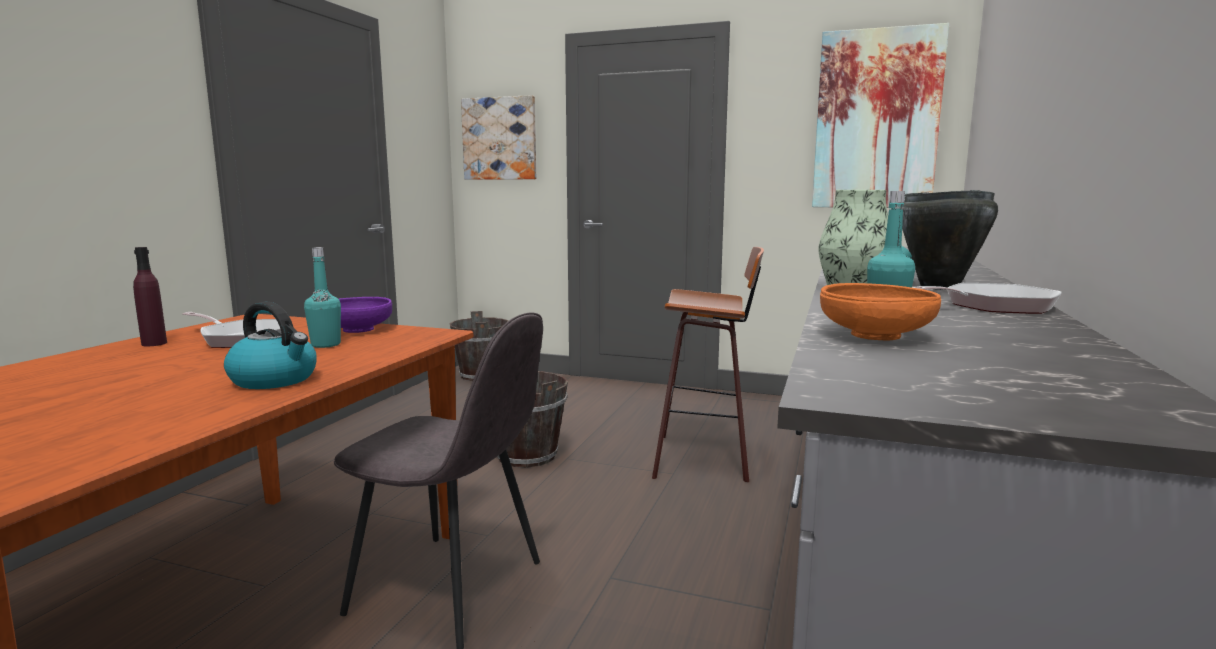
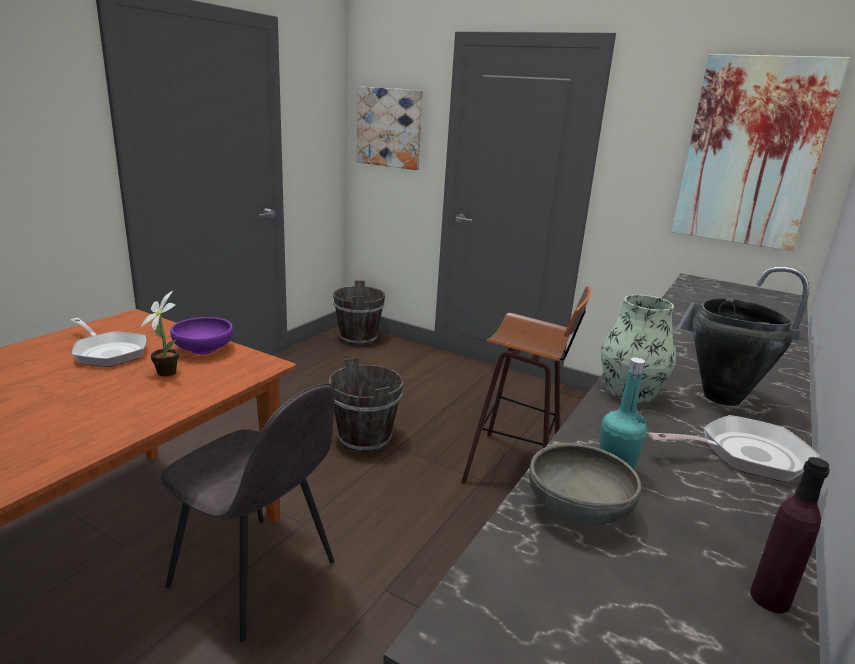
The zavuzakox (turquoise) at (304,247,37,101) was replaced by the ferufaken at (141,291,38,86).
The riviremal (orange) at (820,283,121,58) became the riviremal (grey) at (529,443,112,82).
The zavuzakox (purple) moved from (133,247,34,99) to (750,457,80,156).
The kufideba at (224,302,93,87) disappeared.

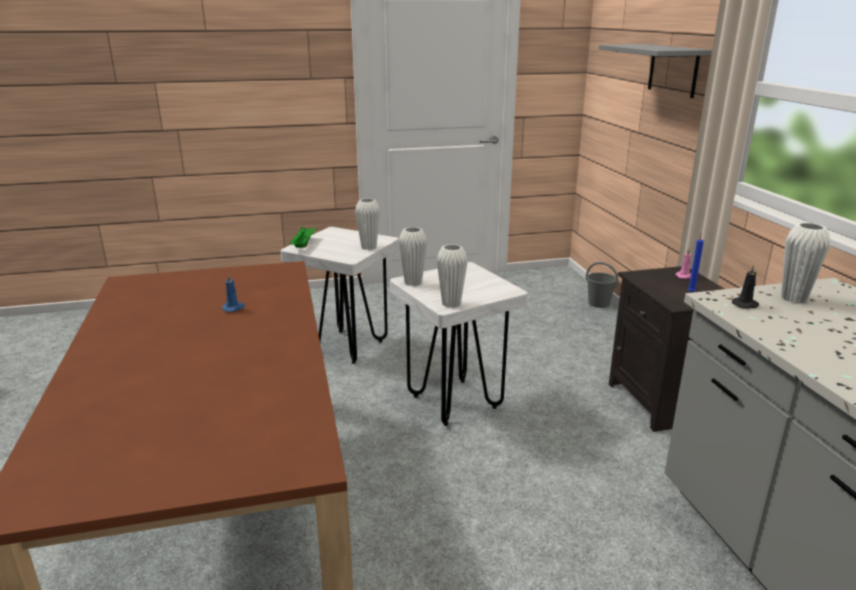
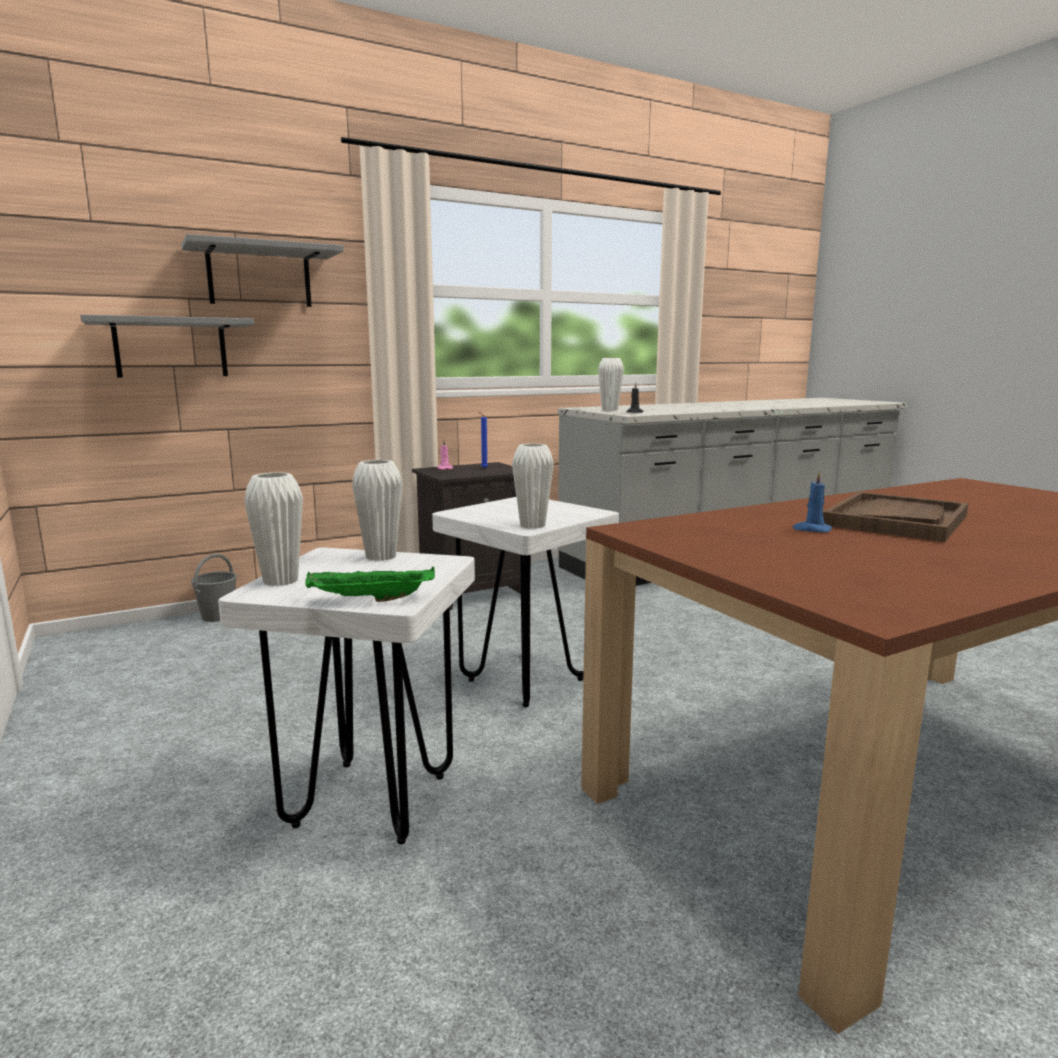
The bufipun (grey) at (80,314,174,64) appeared.
The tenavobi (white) moved from (437,244,31,64) to (244,472,59,114).
The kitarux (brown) at (823,492,146,50) appeared.

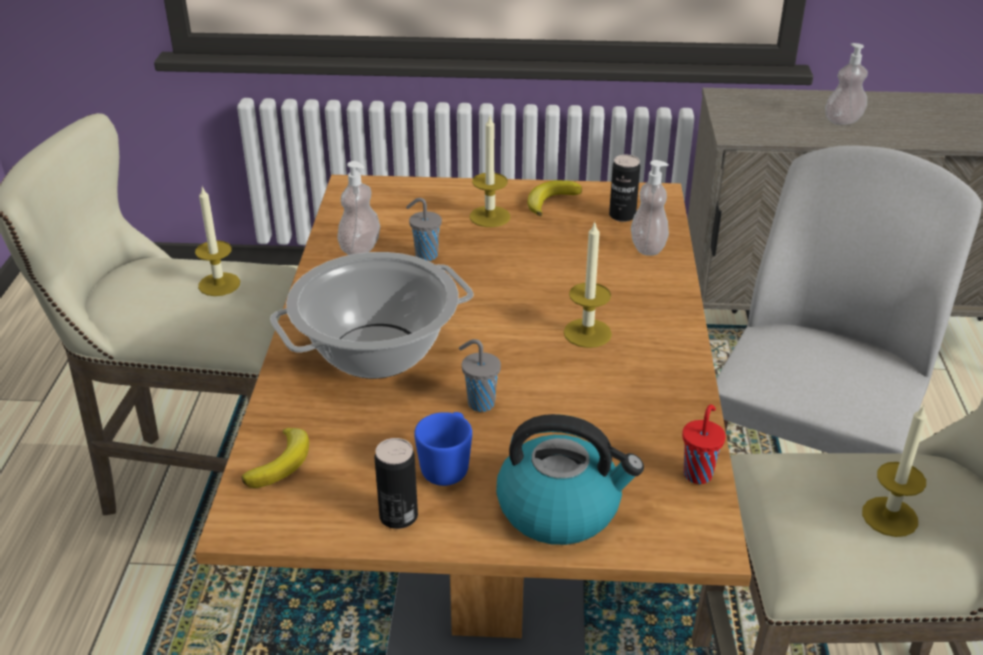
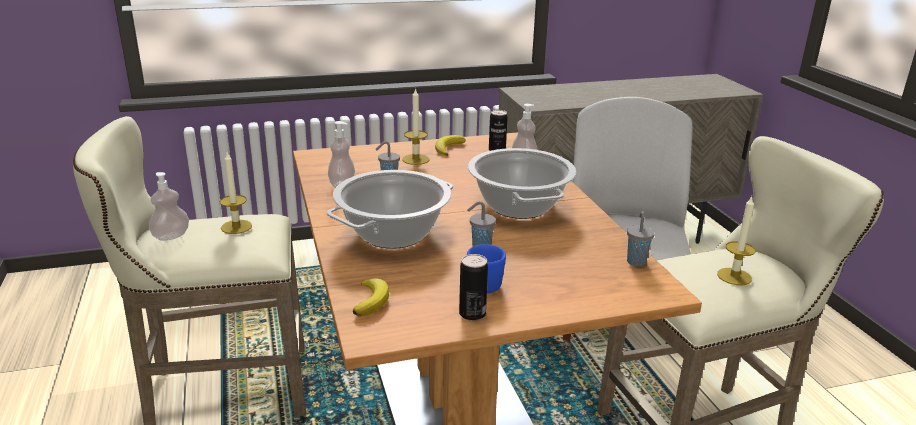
The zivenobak moved from (825,43,43,82) to (149,172,40,69).
The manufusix at (563,222,49,126) was replaced by the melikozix at (468,148,108,71).
The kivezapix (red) at (682,404,44,80) became the kivezapix (grey) at (627,211,28,55).
The kufideba at (496,414,148,131) disappeared.

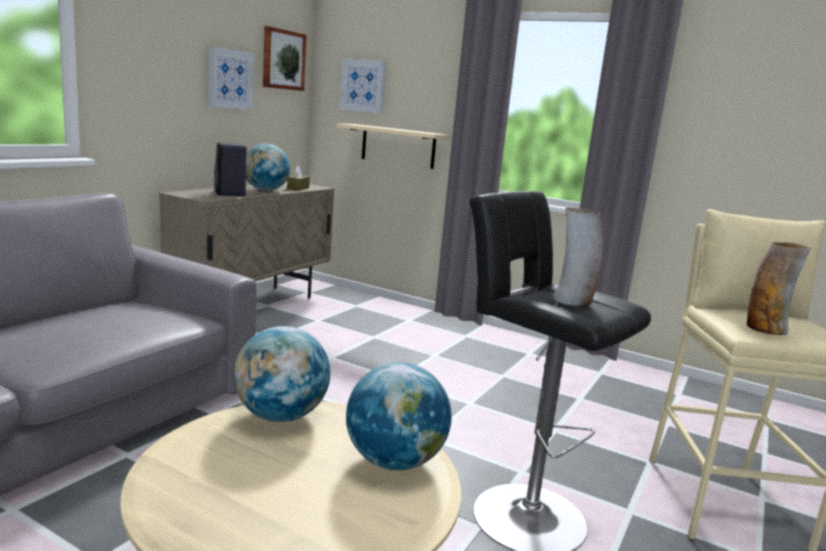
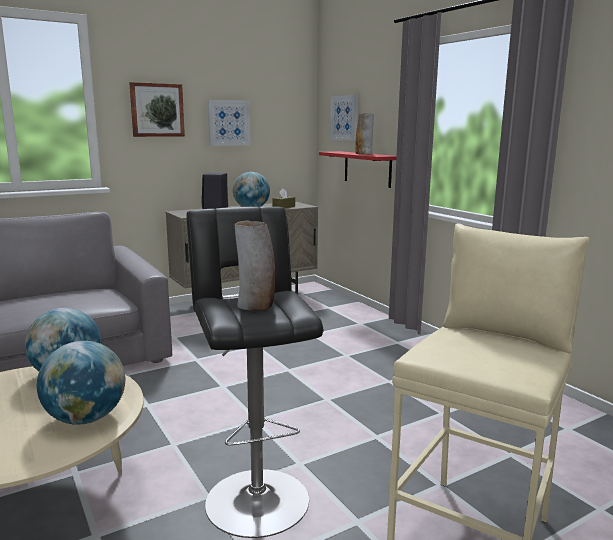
The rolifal moved from (263,26,44,65) to (129,82,56,55).
The bufipun (beige) at (337,123,111,46) became the bufipun (red) at (319,151,77,37).
The tenavobi moved from (747,242,64,93) to (355,113,19,41).

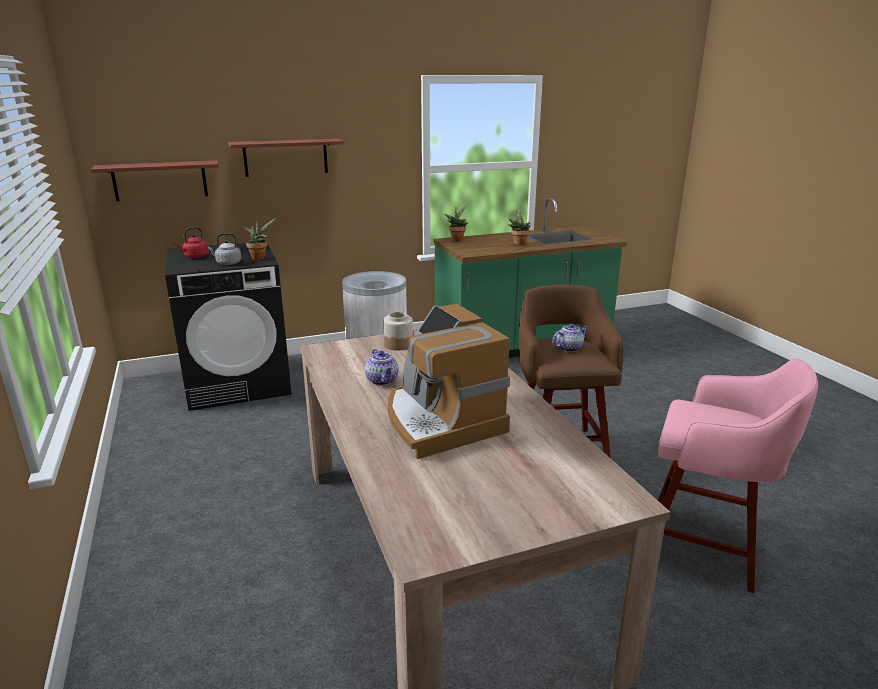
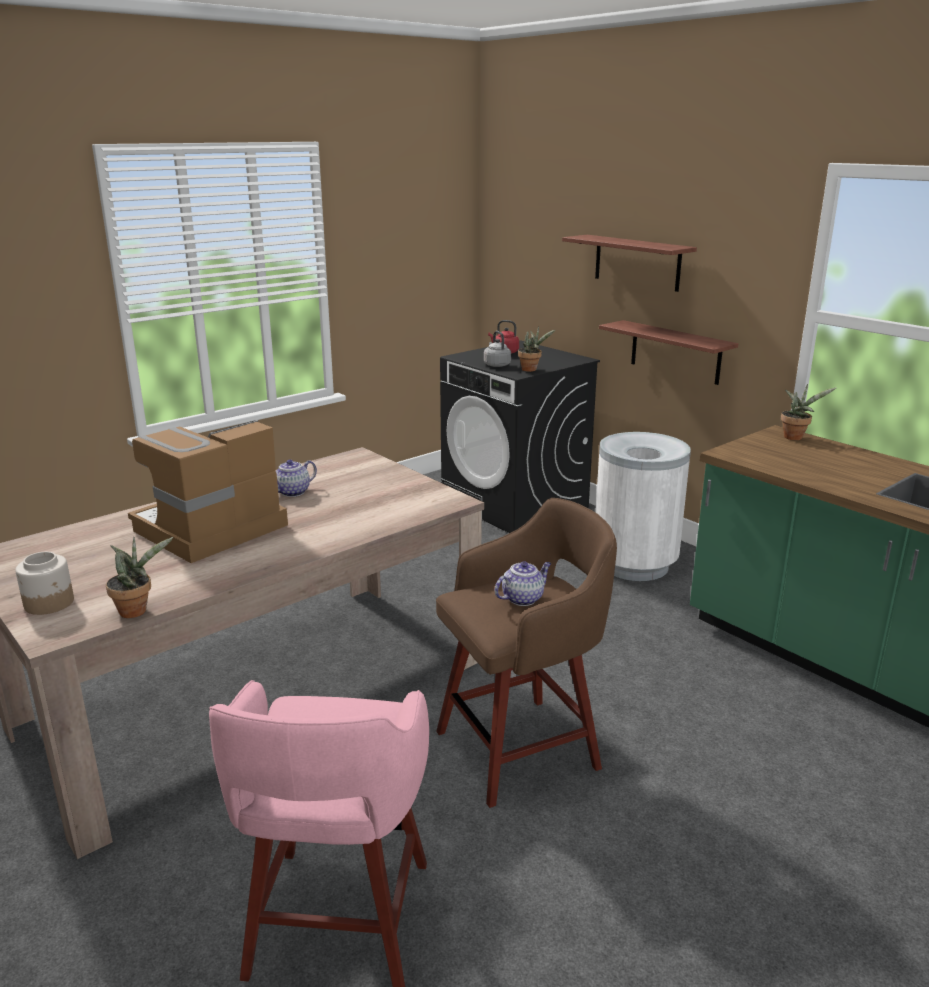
The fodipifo moved from (383,312,30,38) to (15,552,59,63).
The ferufaken moved from (508,208,23,37) to (106,537,67,81).
The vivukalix at (552,323,36,29) turned 75 degrees counterclockwise.
The bufipun moved from (90,160,129,41) to (599,320,139,65).

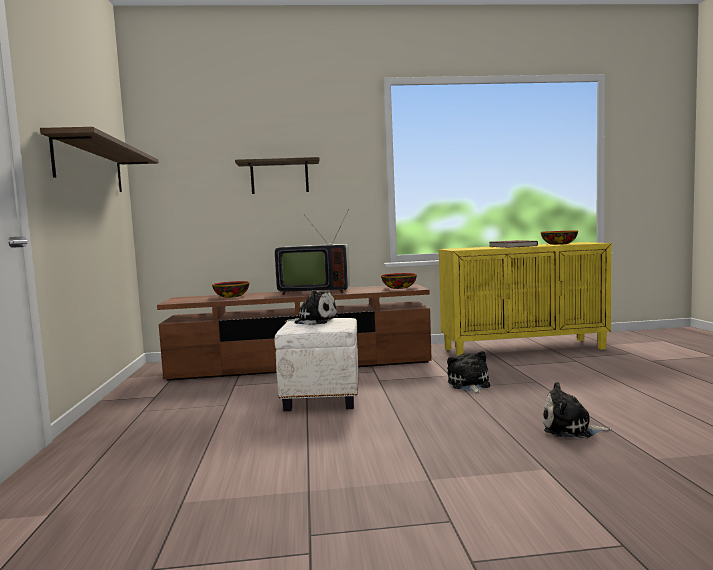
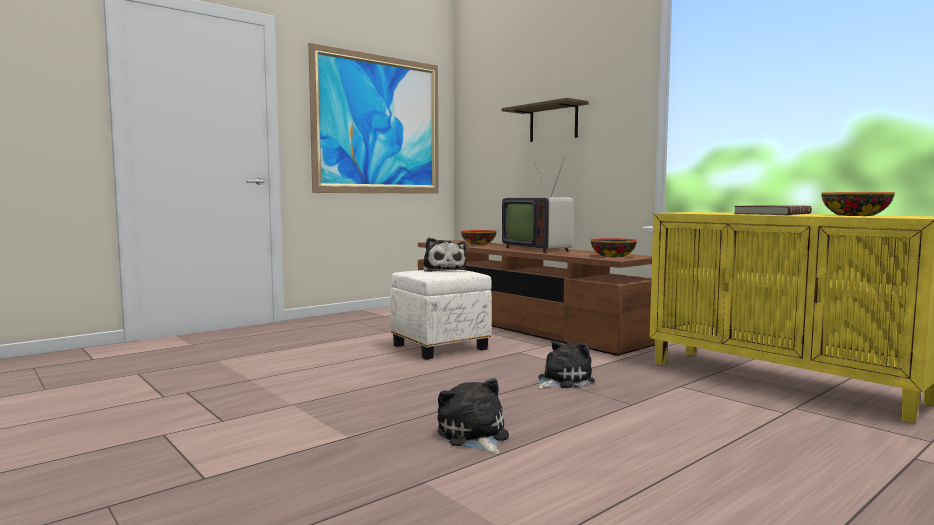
The bufipun at (40,127,119,65) was replaced by the rolifal at (308,43,131,151).

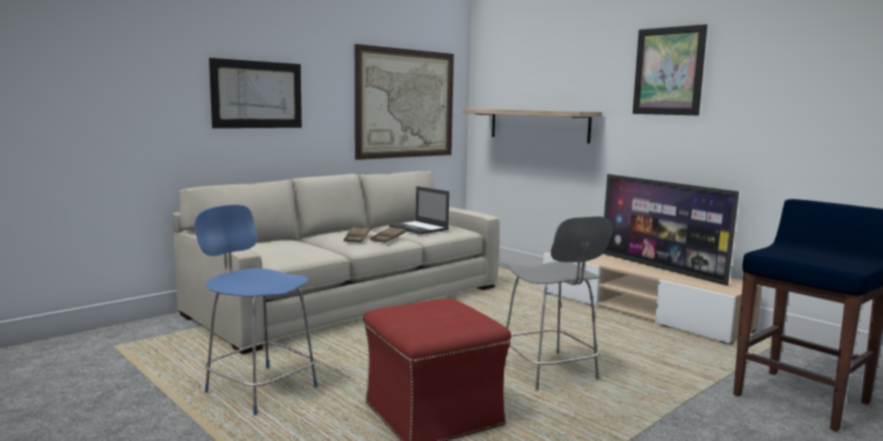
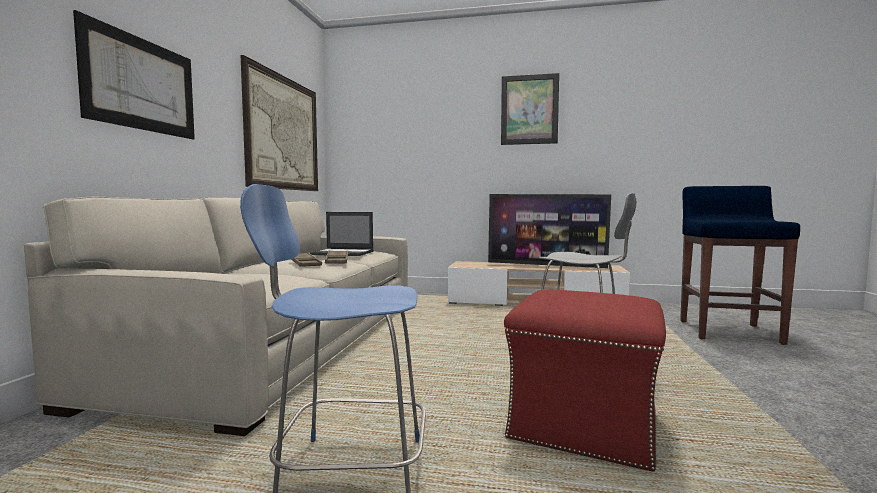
The bufipun at (463,109,139,34) disappeared.

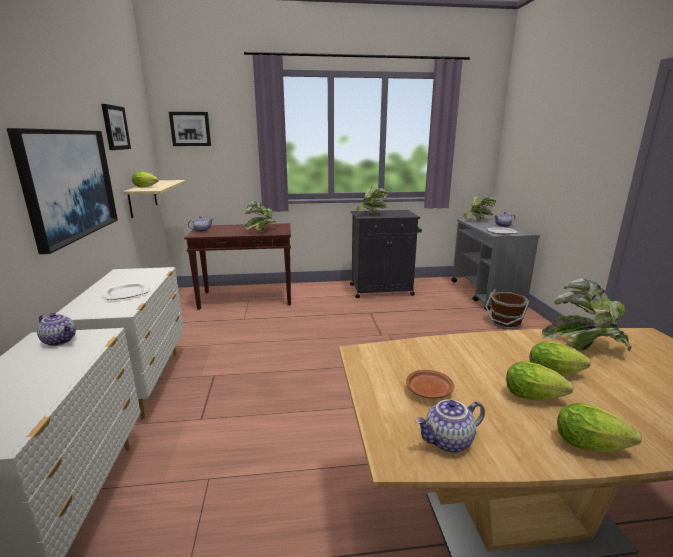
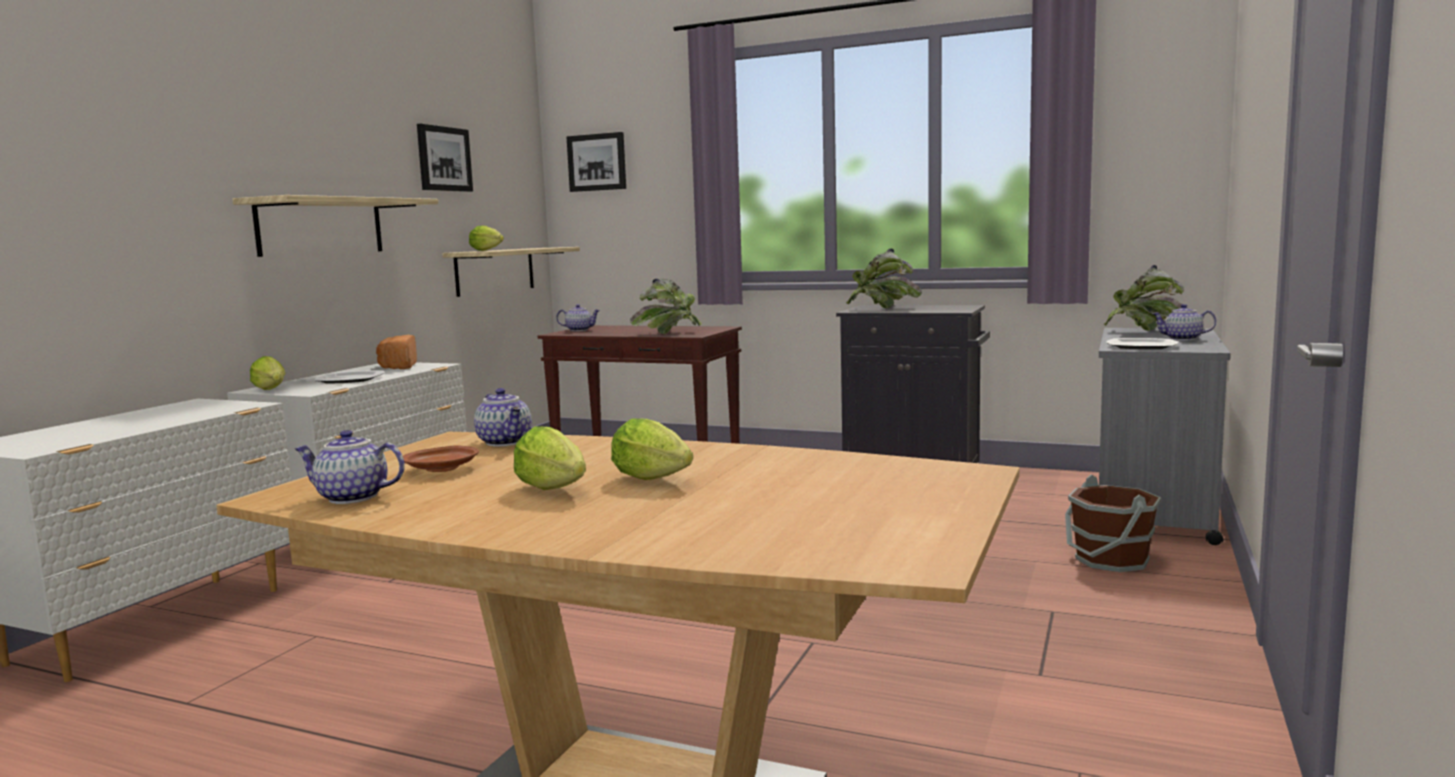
The rolifal at (7,128,111,126) was replaced by the bufipun at (233,195,205,62).
The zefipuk moved from (557,403,85,49) to (250,356,35,34).
The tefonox at (376,335,41,34) appeared.
The vivukalix moved from (37,313,39,33) to (474,388,58,58).
The ferufaken at (542,278,89,73) disappeared.

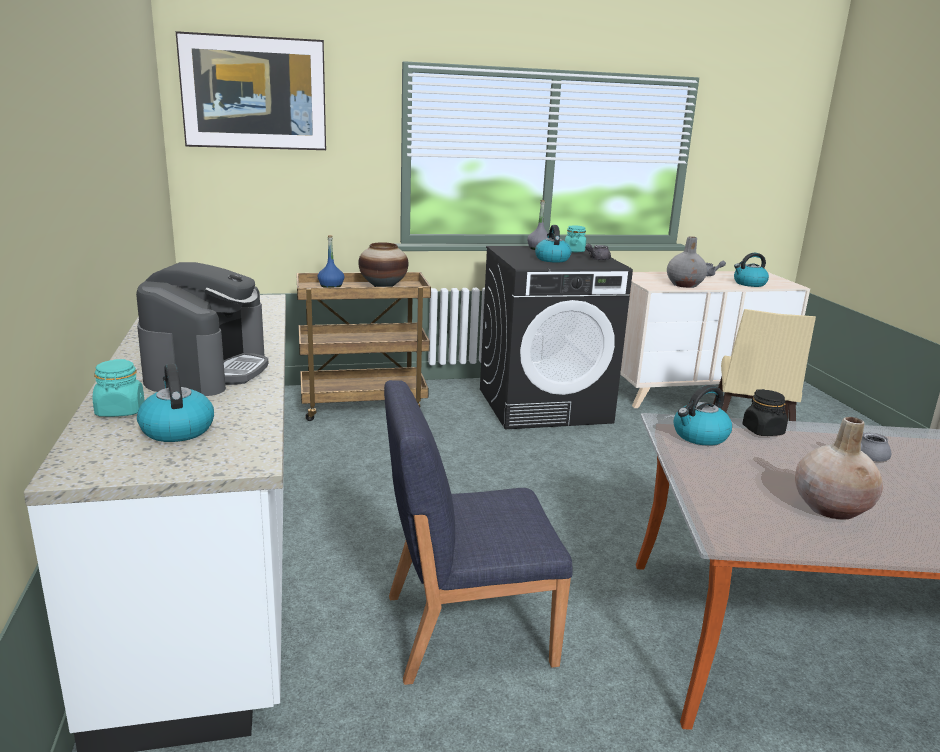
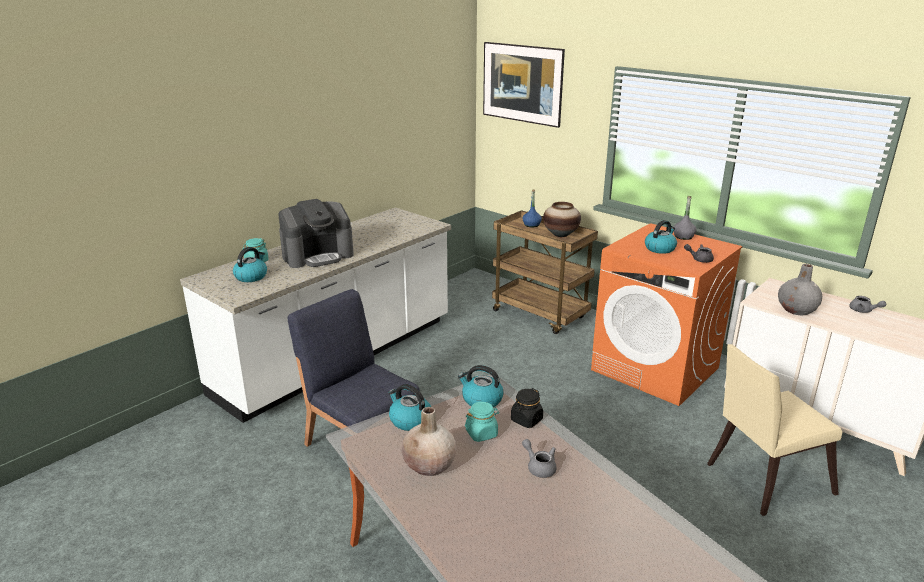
The kufideba moved from (734,253,35,34) to (388,384,43,47).
The fodipifo (turquoise) moved from (565,225,21,27) to (465,402,34,40).
The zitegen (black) at (480,246,153,183) became the zitegen (orange) at (591,223,151,183).

